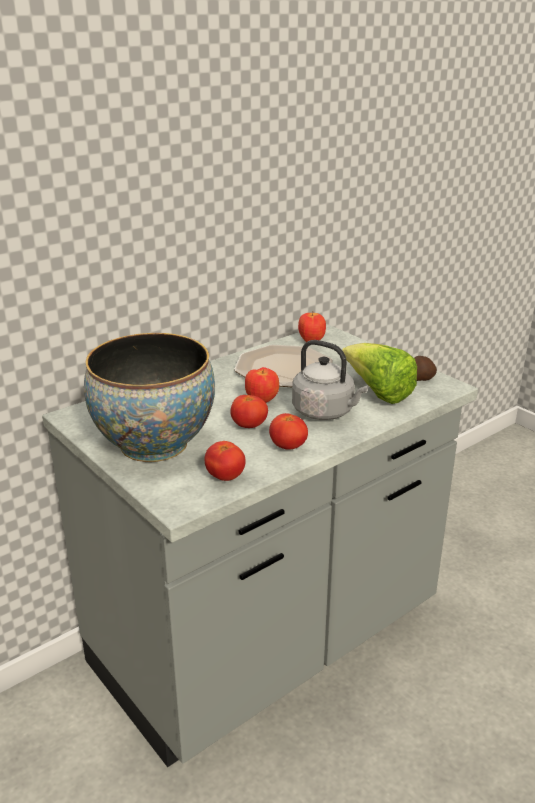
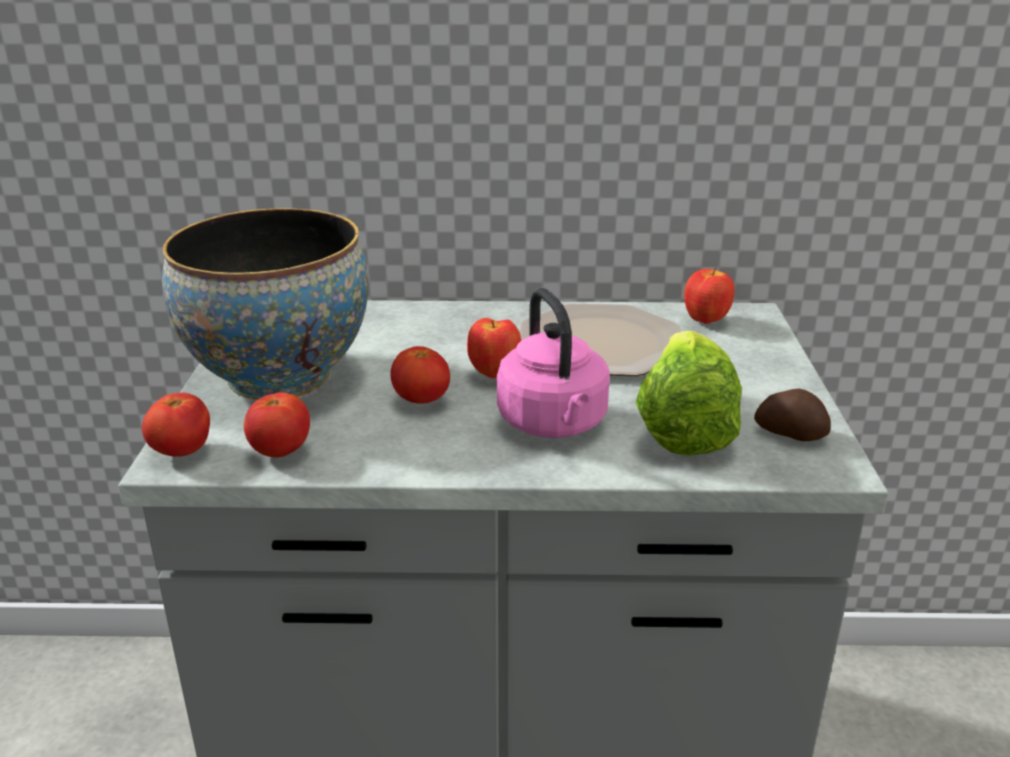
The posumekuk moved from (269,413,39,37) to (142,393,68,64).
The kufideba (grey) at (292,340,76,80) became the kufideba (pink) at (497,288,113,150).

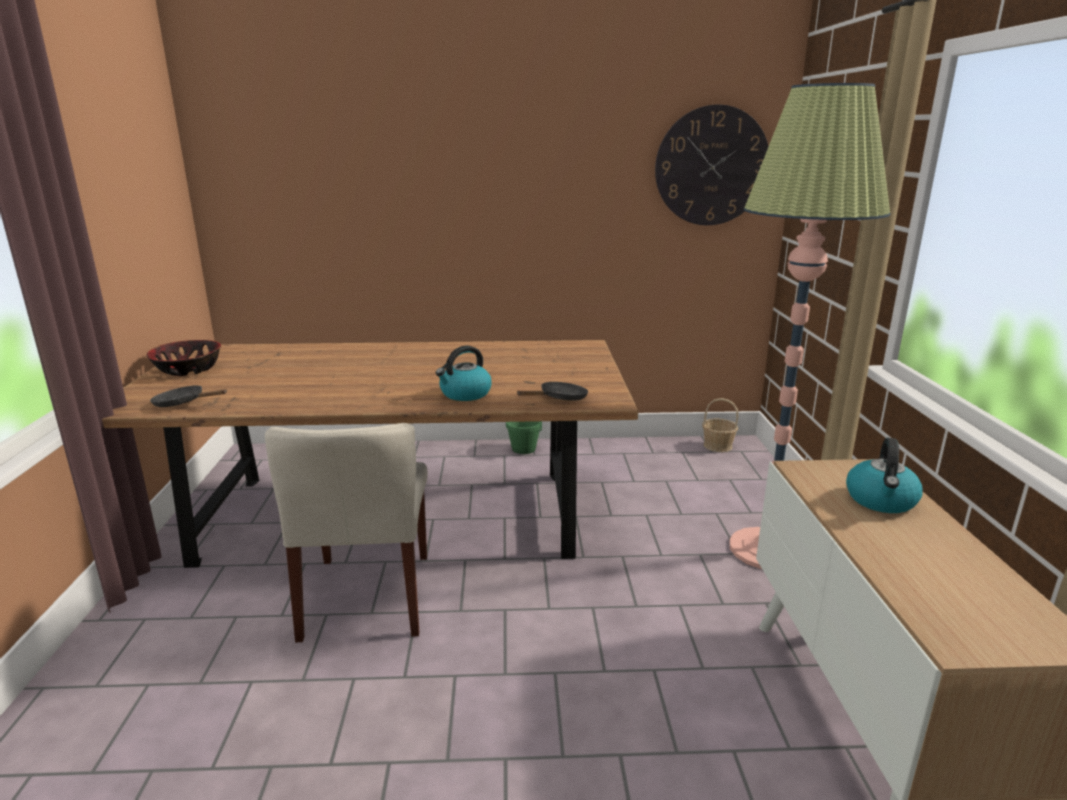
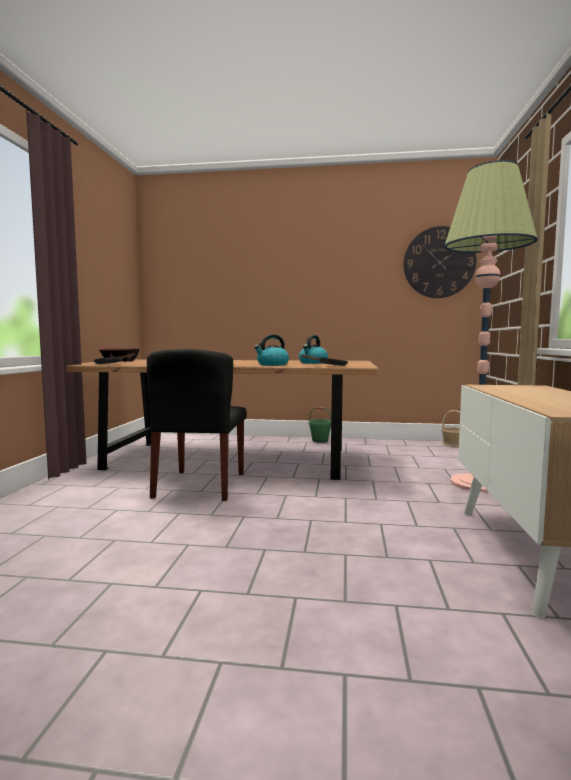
The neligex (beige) at (265,423,163,219) became the neligex (black) at (147,349,100,152).
The kufideba moved from (846,438,77,75) to (299,335,29,29).

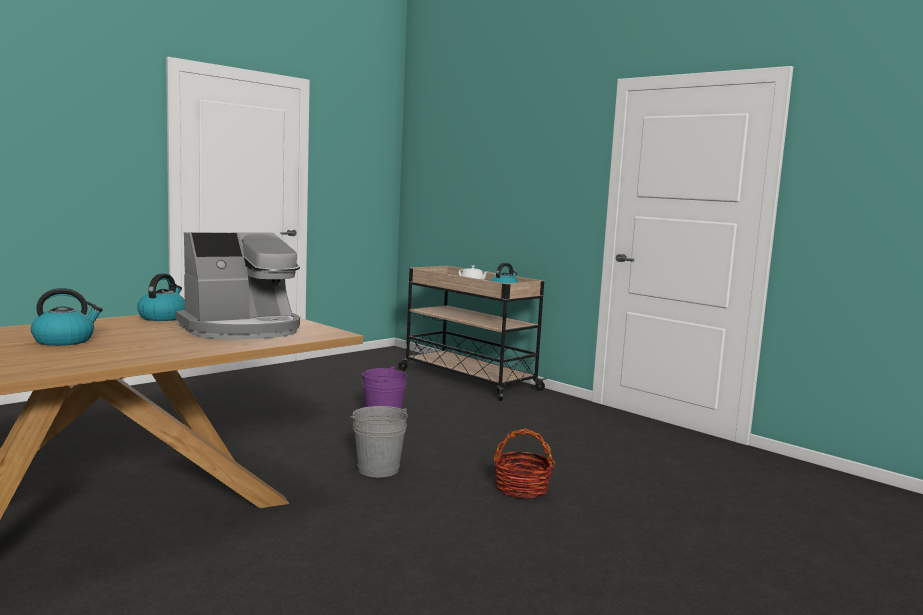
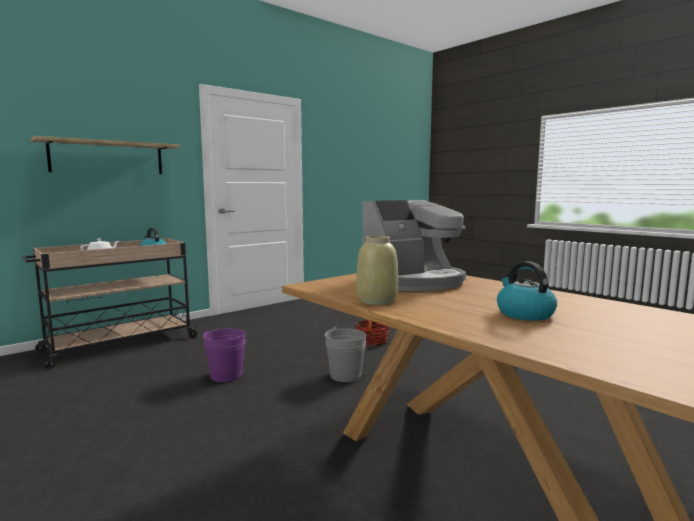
The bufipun at (31,136,149,38) appeared.
The kufideba at (137,273,48,48) was replaced by the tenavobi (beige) at (357,236,41,69).
The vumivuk at (176,232,124,107) turned 90 degrees clockwise.

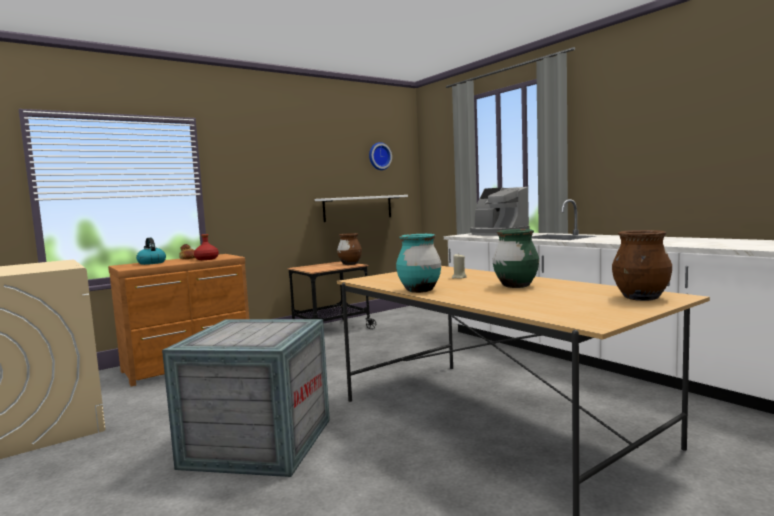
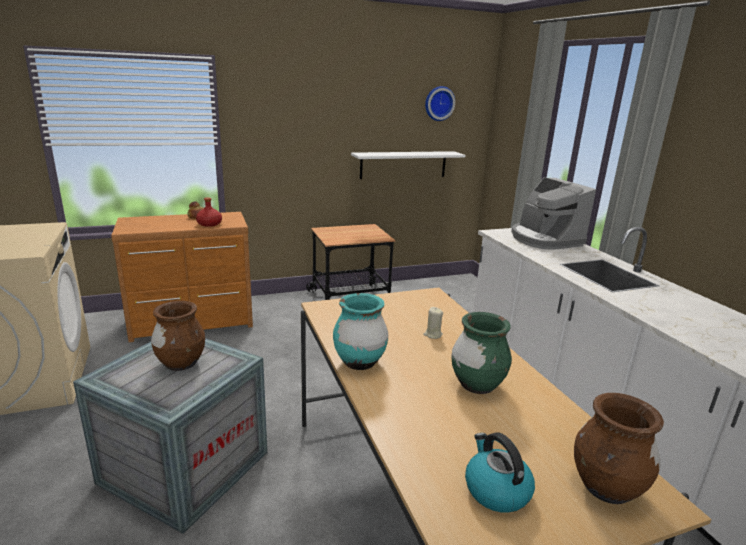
The tenavobi (brown) moved from (337,233,25,32) to (151,301,54,70).
The kufideba moved from (136,238,30,27) to (465,433,70,80).

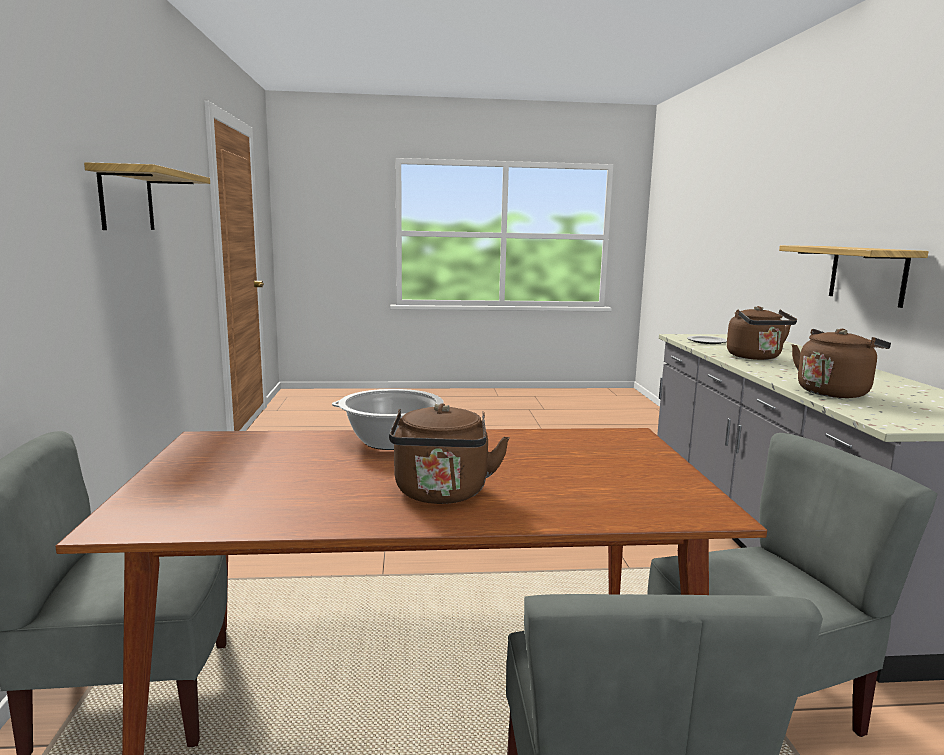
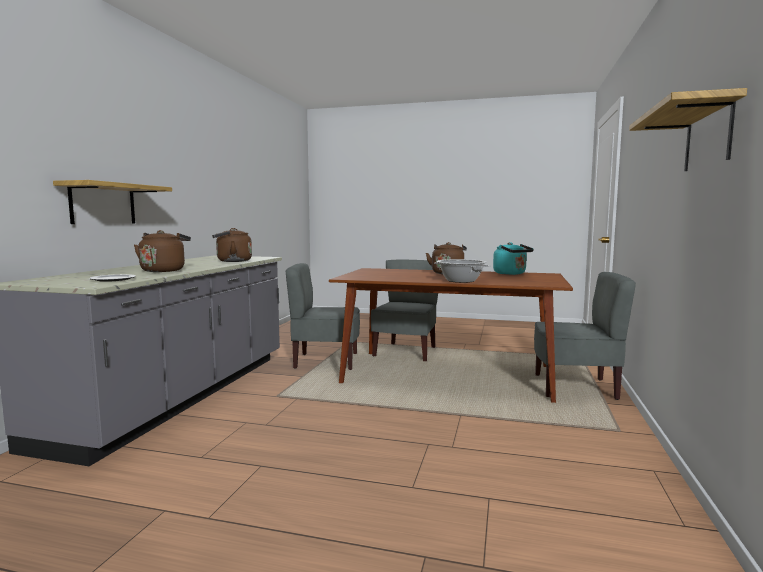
The kufideba (turquoise) at (493,242,41,33) appeared.

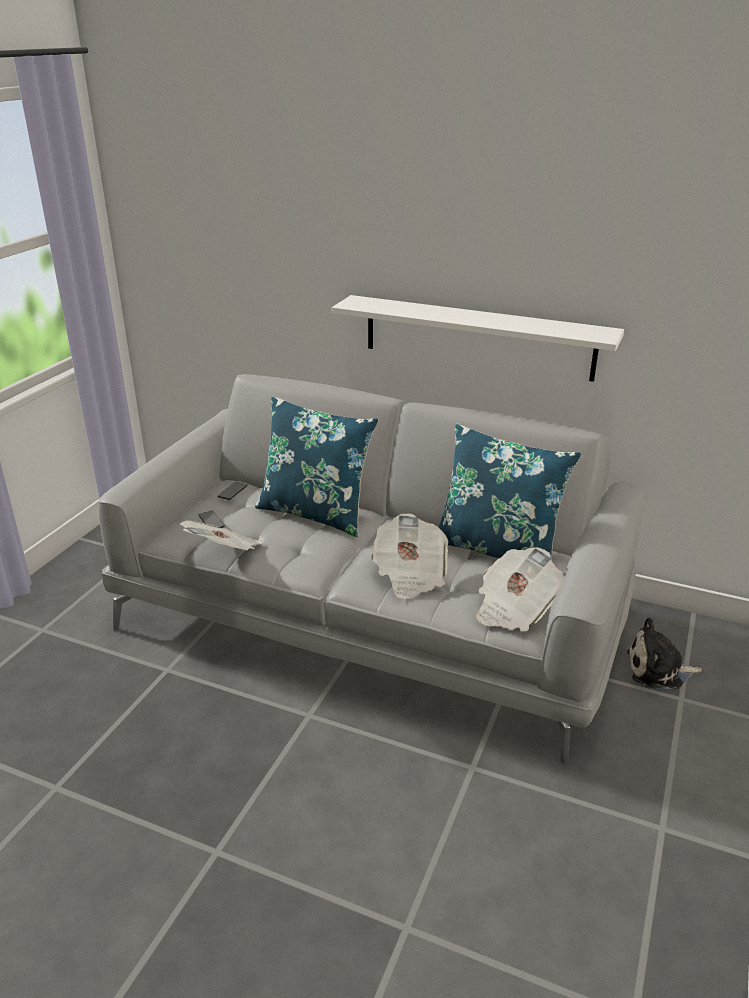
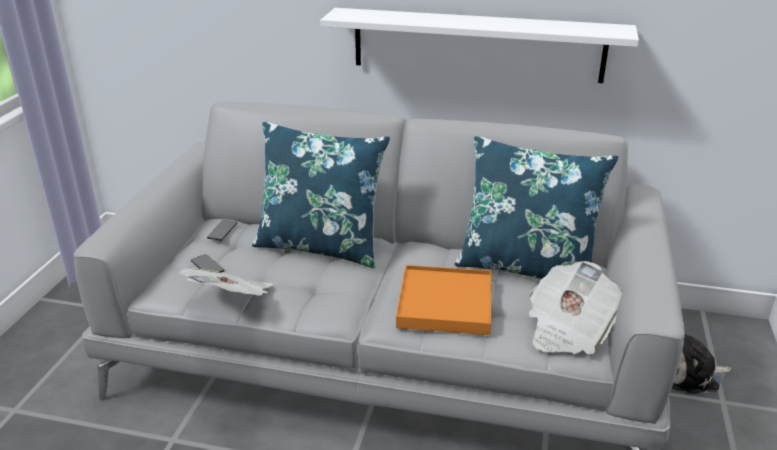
The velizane at (371,513,77,86) was replaced by the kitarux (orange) at (396,265,95,70).

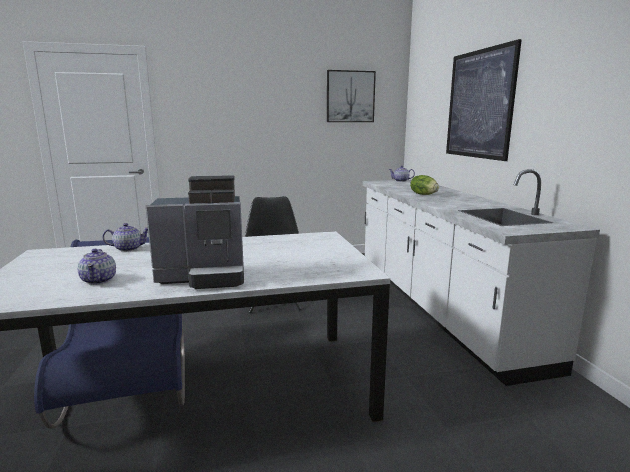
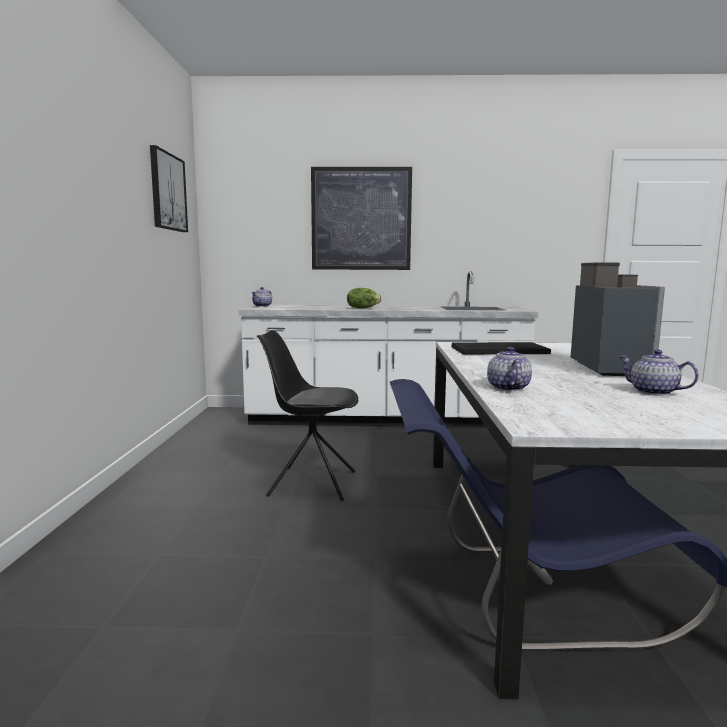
The kitarux (black) at (452,342,99,12) appeared.
The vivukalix at (78,249,38,36) turned 135 degrees counterclockwise.

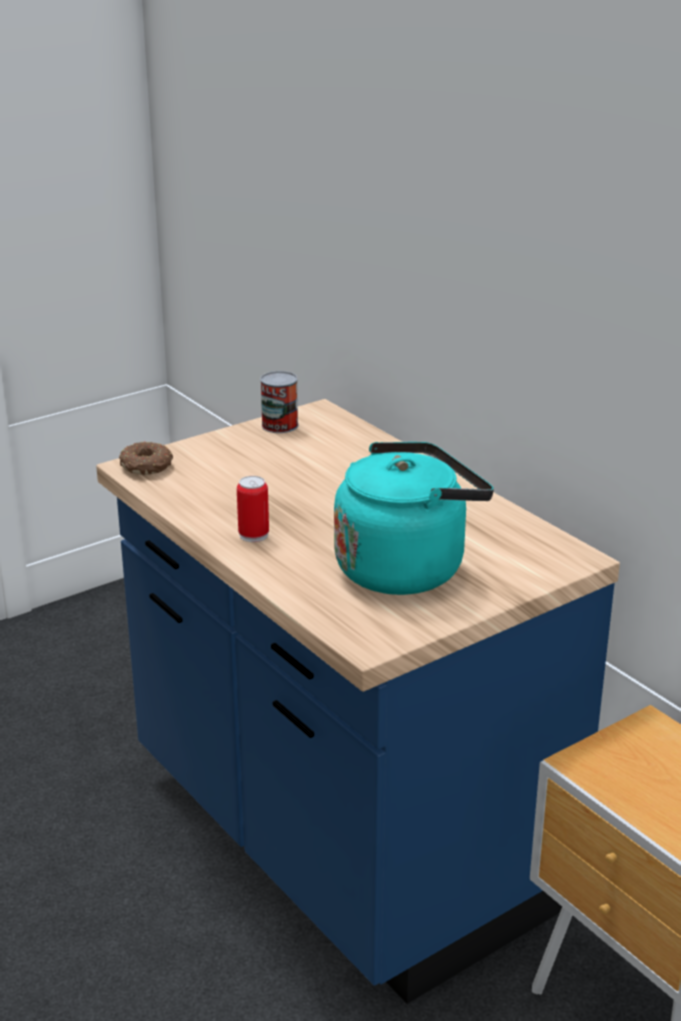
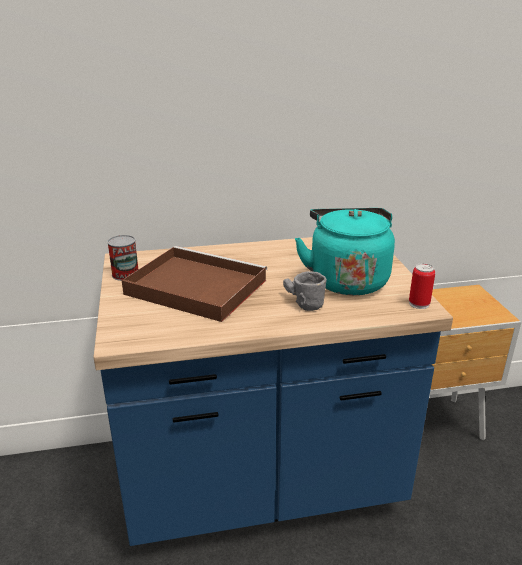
The kitarux (brown) at (122,246,145,76) appeared.
The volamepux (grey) at (283,271,44,40) appeared.
The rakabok moved from (237,476,32,66) to (409,263,26,46).
The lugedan at (119,441,54,34) disappeared.

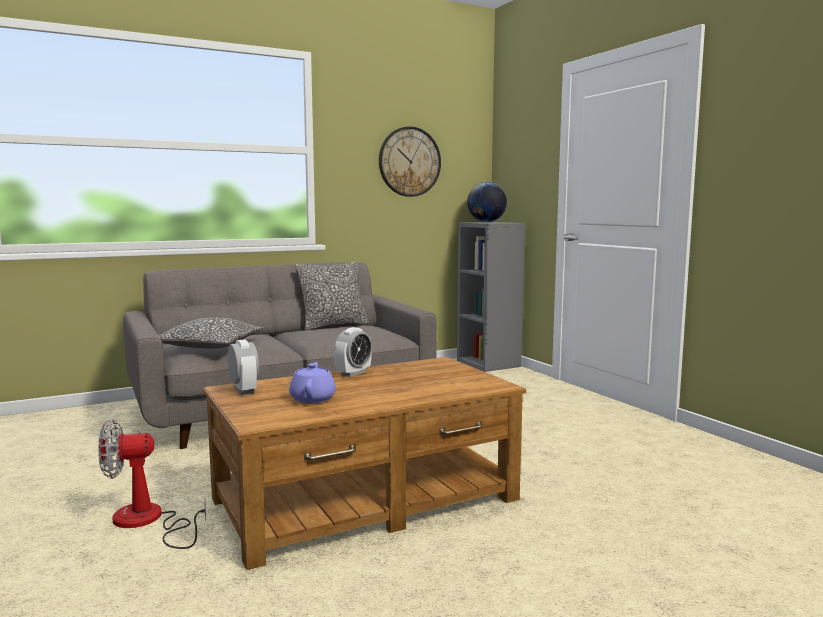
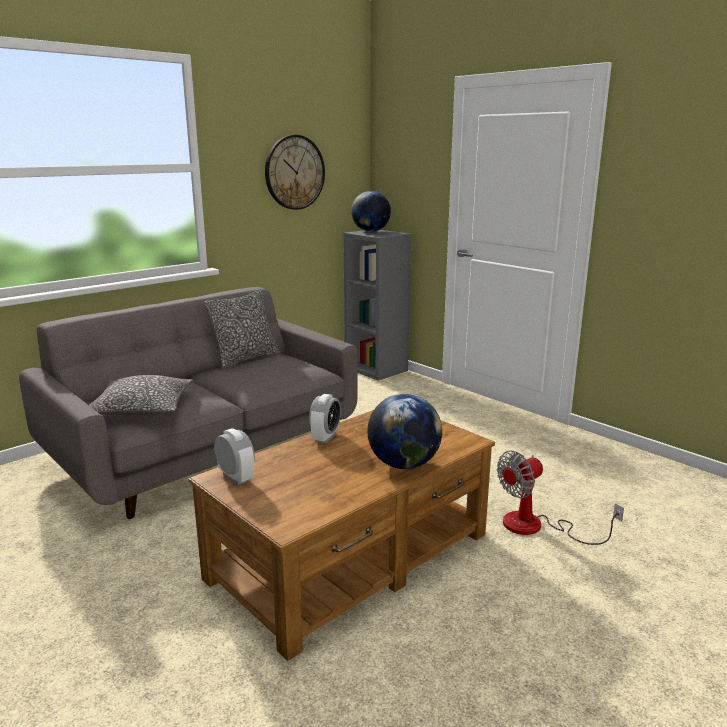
The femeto at (367,394,75,75) appeared.
The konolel moved from (98,420,108,129) to (497,450,127,95).
The vivukalix (purple) at (289,362,47,41) disappeared.

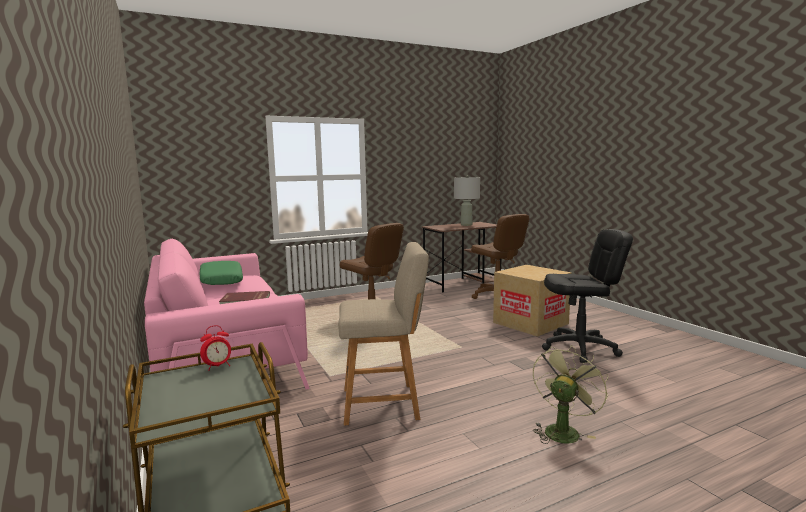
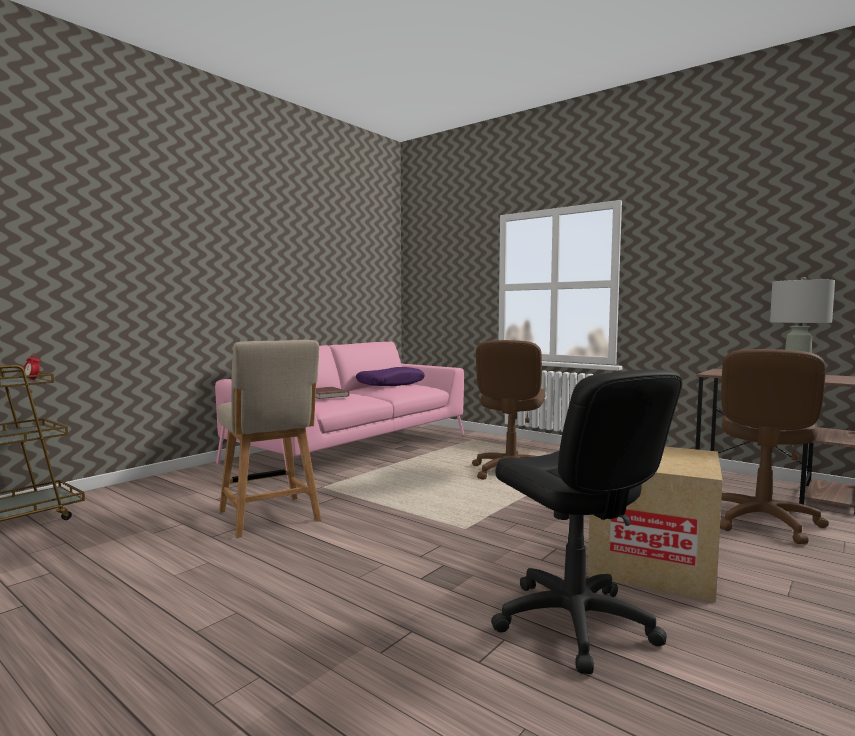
The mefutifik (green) at (200,261,43,24) became the mefutifik (purple) at (356,367,69,19).
The konolel (green) at (533,345,75,99) disappeared.

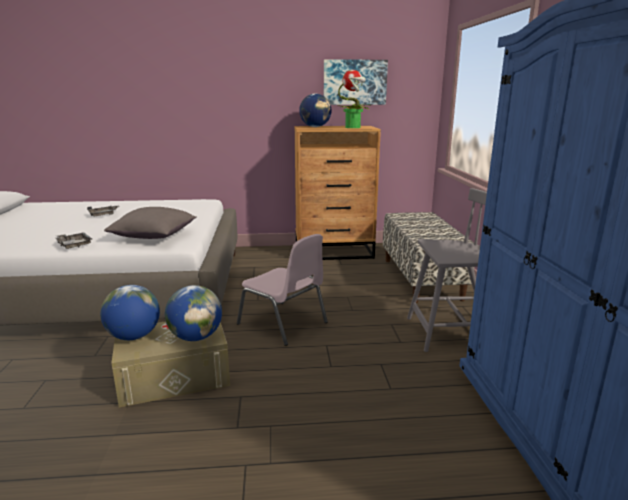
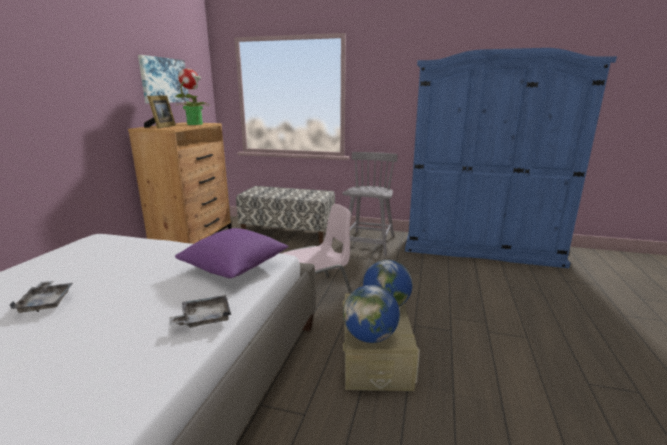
The femeto at (299,94,32,33) was replaced by the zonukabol at (144,95,32,34).
The mefutifik (grey) at (104,207,93,32) became the mefutifik (purple) at (175,228,114,50).

